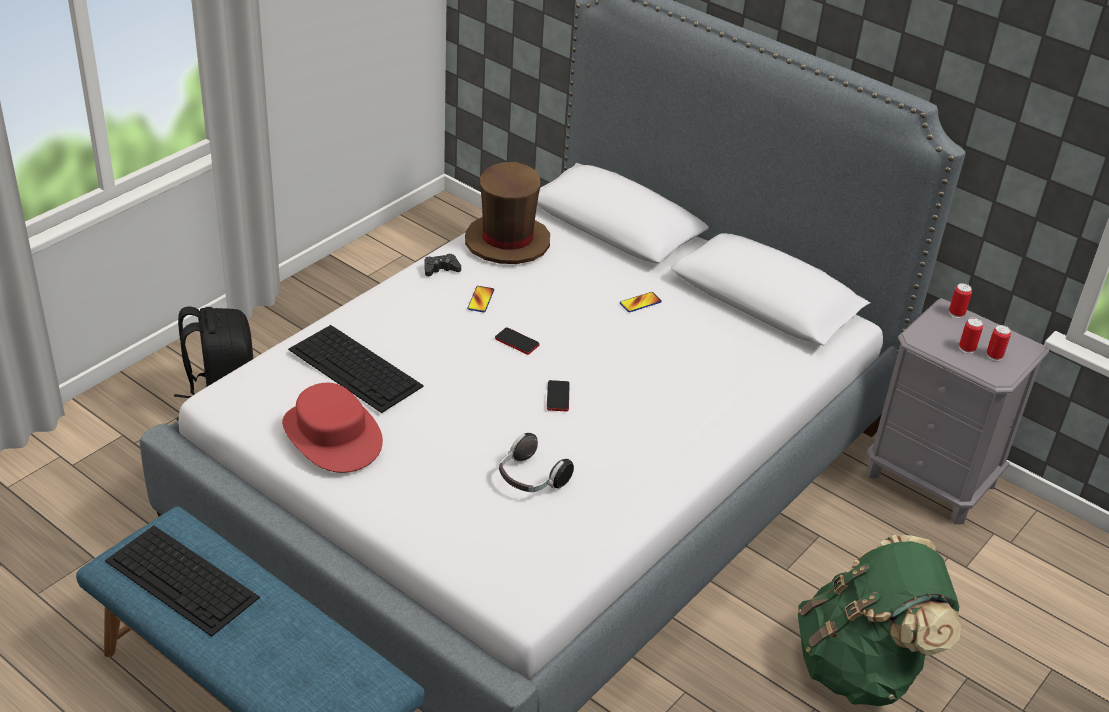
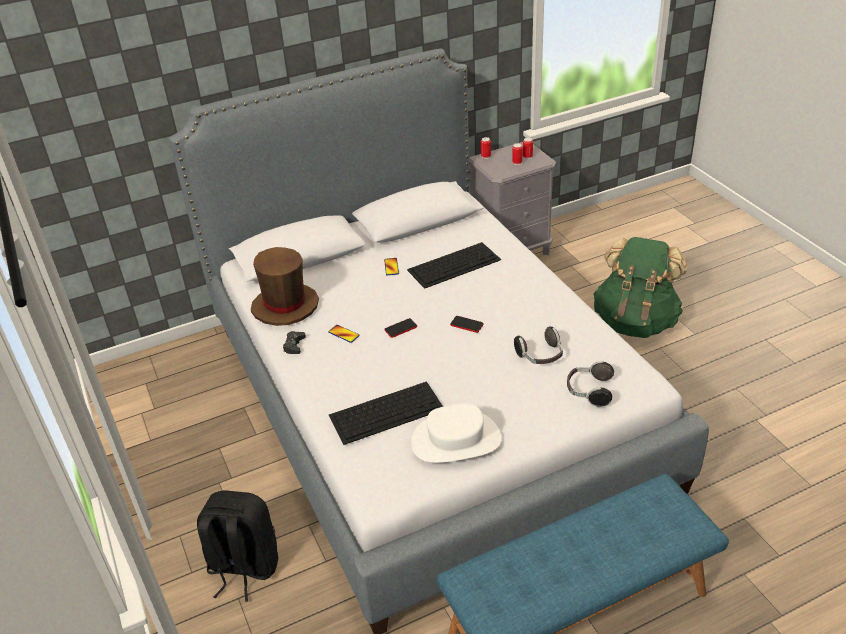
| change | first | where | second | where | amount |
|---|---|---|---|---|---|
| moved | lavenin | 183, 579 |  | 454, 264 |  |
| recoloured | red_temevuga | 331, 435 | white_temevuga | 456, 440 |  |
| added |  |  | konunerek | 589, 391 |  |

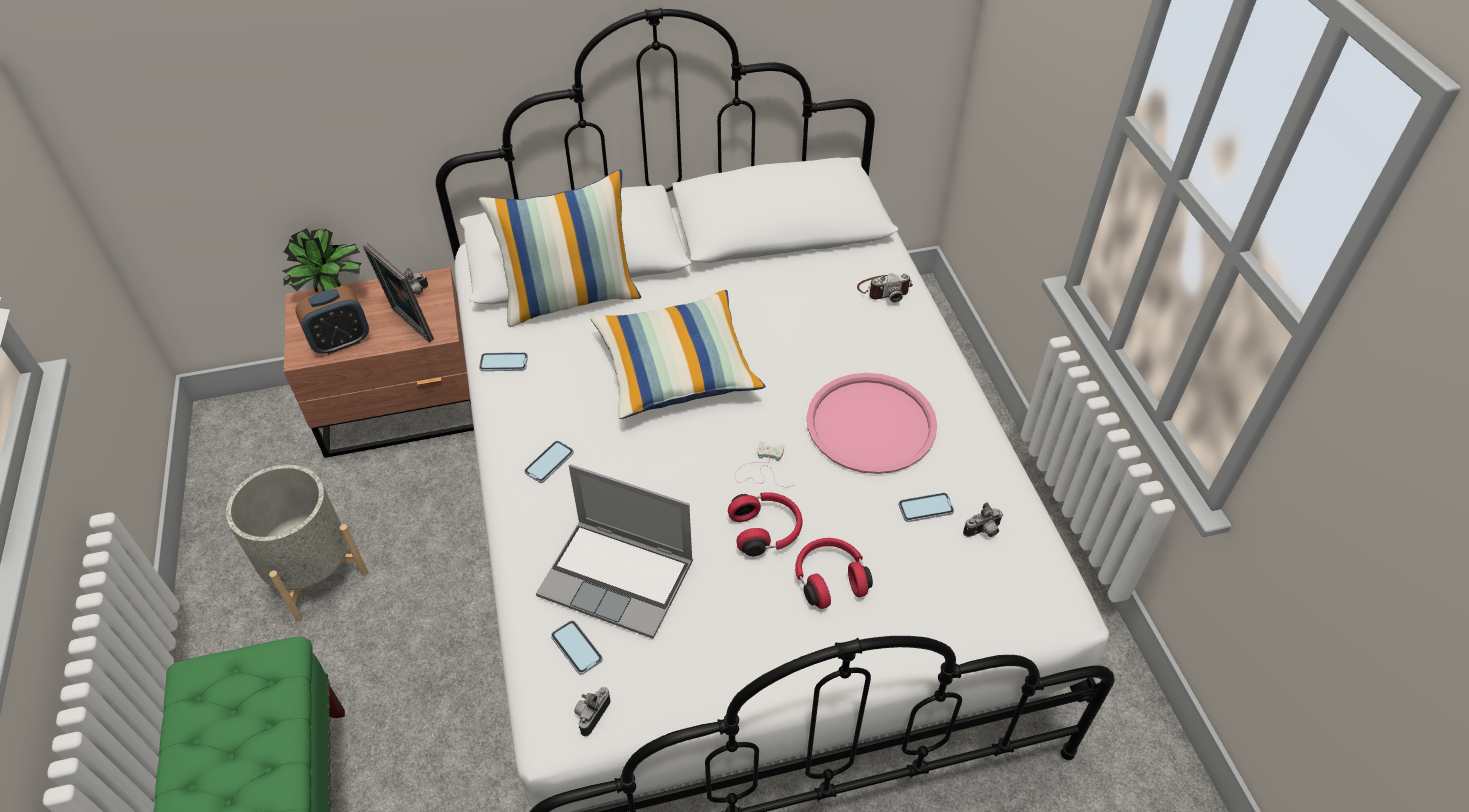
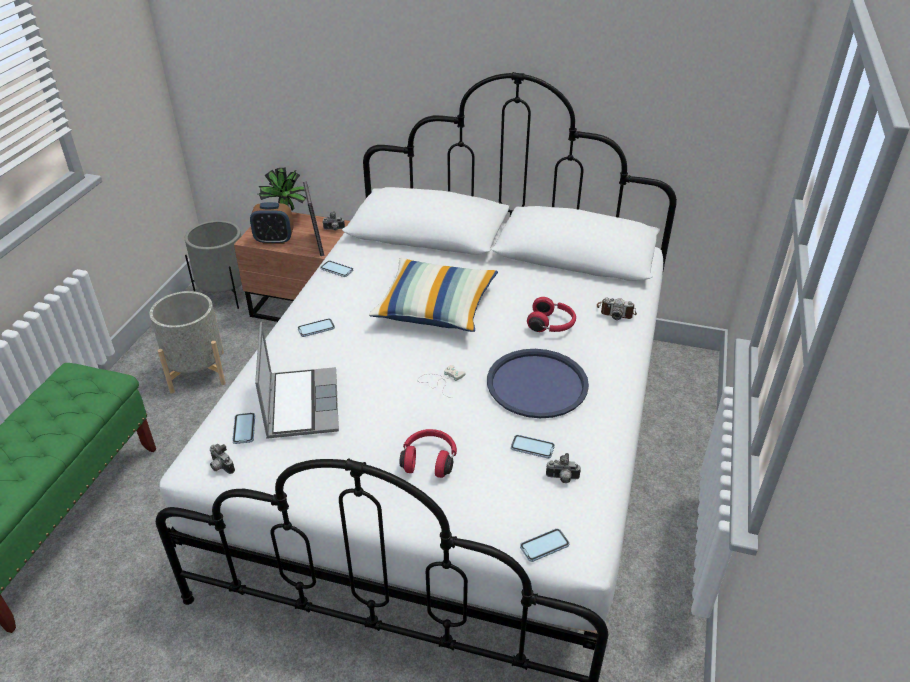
| change | first | where | second | where | amount |
|---|---|---|---|---|---|
| added |  |  | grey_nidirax | 225, 294 |  |
| turned | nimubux | 591, 714 |  | 220, 467 | 105 degrees counterclockwise |
| turned | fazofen | 619, 578 |  | 301, 404 | 150 degrees counterclockwise |
| recoloured | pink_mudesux | 871, 424 | blue_mudesux | 537, 384 |  |
| added |  |  | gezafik | 544, 546 |  |
| moved | red_konunerek | 766, 530 |  | 551, 325 |  |
| removed | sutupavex | 571, 298 |  |  |  |

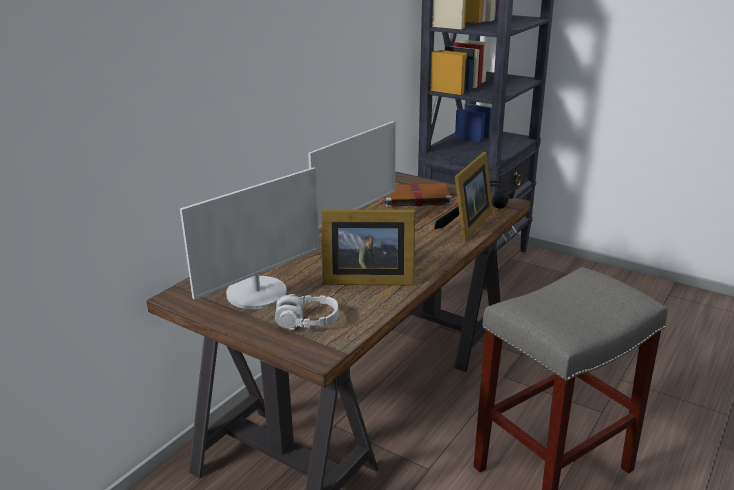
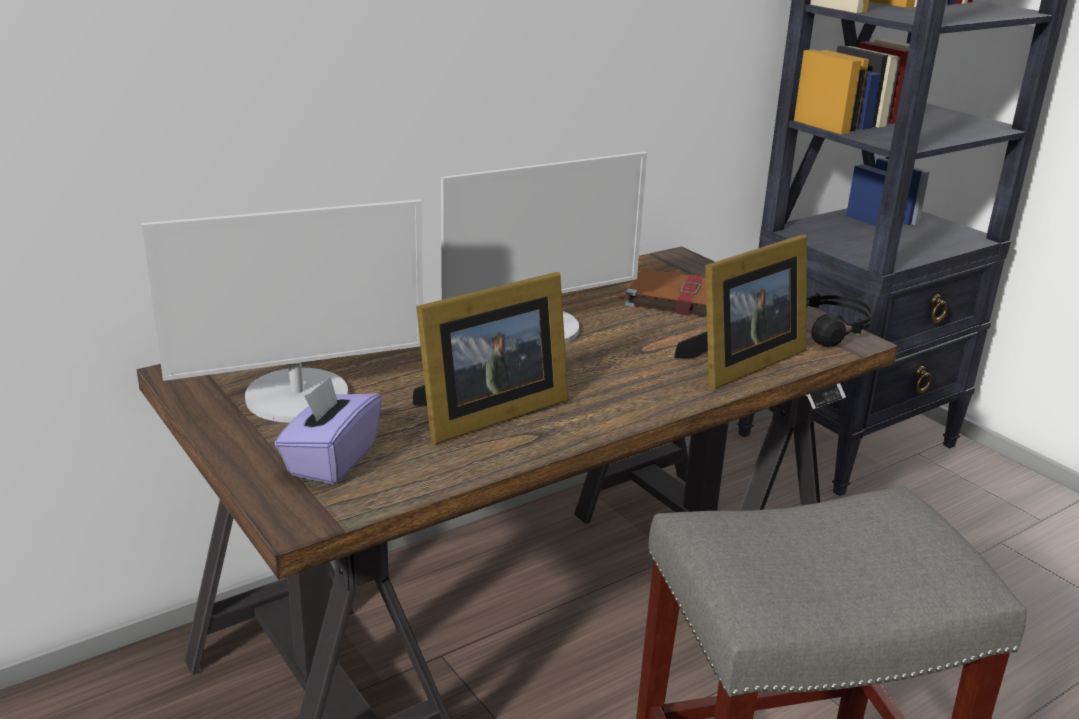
| change | first | where | second | where | amount |
|---|---|---|---|---|---|
| replaced | grey_konunerek | 307, 321 | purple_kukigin | 331, 460 |  |
| turned | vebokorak | 365, 279 |  | 485, 414 | 60 degrees counterclockwise |

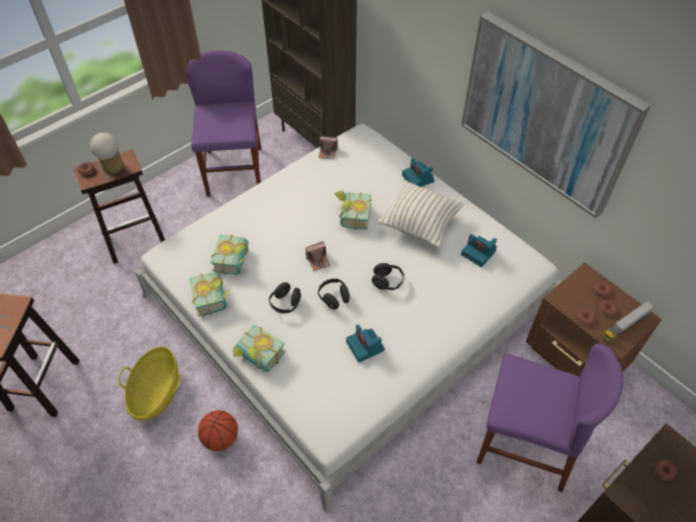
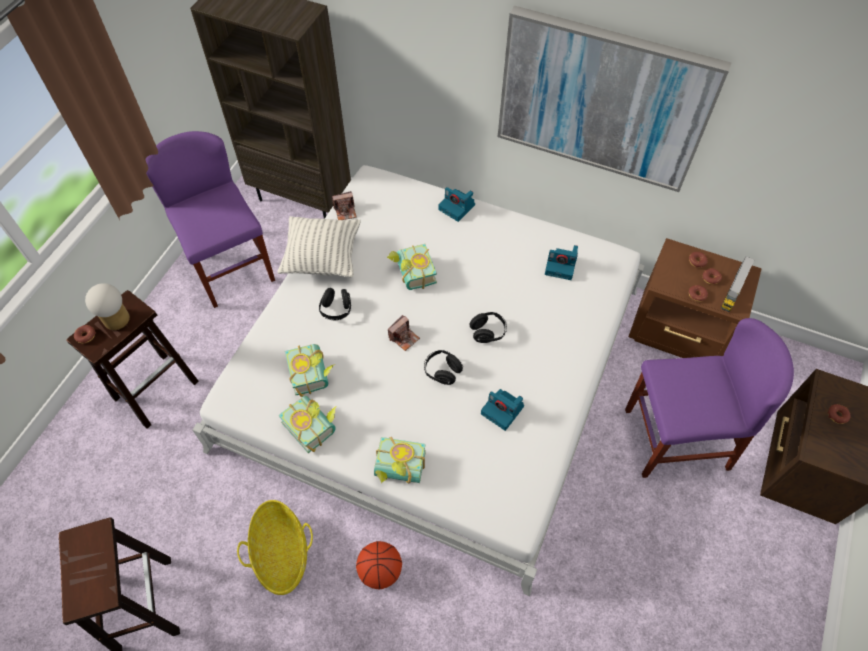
| change | first | where | second | where | amount |
|---|---|---|---|---|---|
| moved | sutupavex | 420, 224 |  | 323, 258 |  |
| moved | black_konunerek | 285, 304 |  | 336, 310 |  |

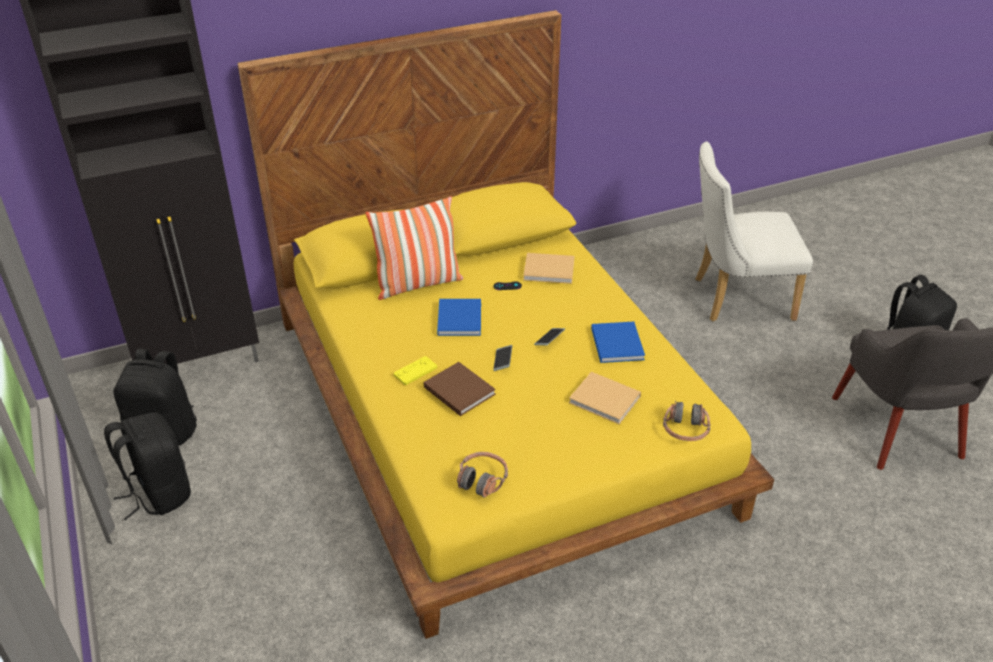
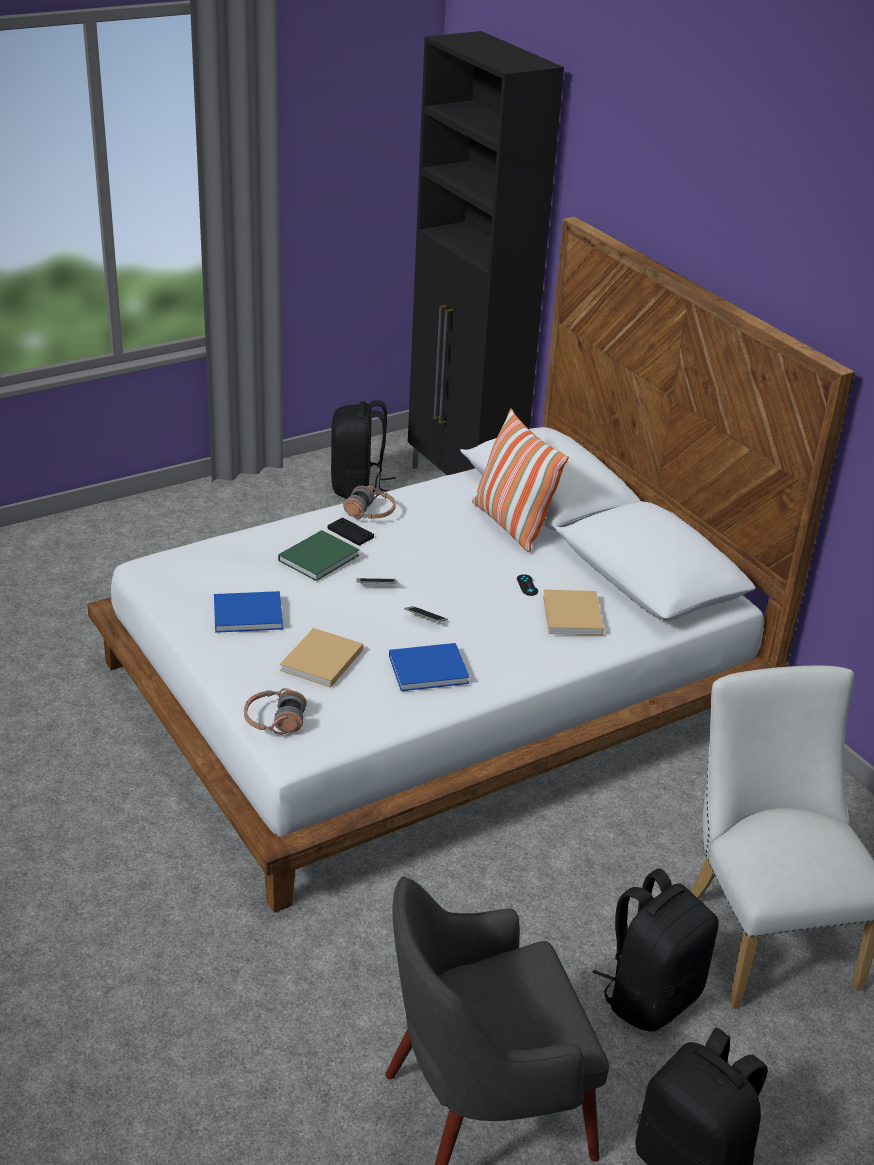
| change | first | where | second | where | amount |
|---|---|---|---|---|---|
| recoloured | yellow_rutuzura | 497, 411 | white_rutuzura | 432, 691 |  |
| moved | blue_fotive | 459, 318 |  | 250, 614 |  |
| recoloured | brown_fotive | 458, 389 | green_fotive | 320, 557 |  |
| recoloured | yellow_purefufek | 415, 371 | black_purefufek | 350, 532 |  |
| moved | konunerek | 482, 480 |  | 370, 513 |  |
| moved | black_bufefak | 158, 493 |  | 650, 995 |  |

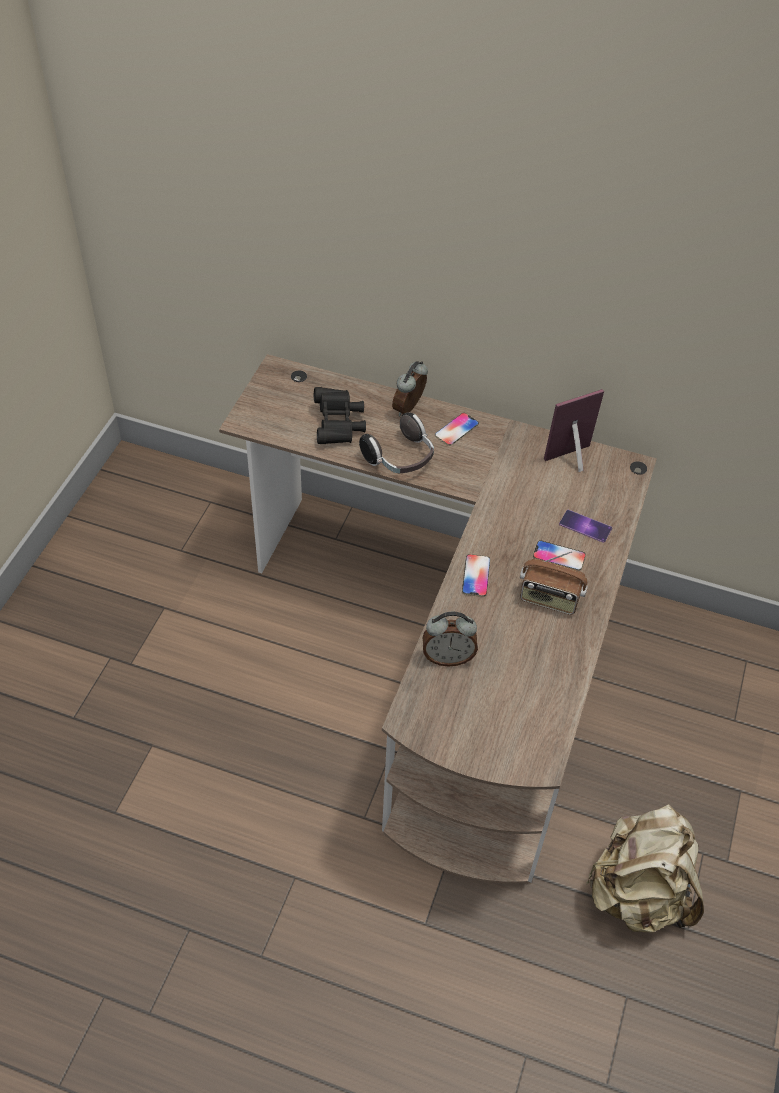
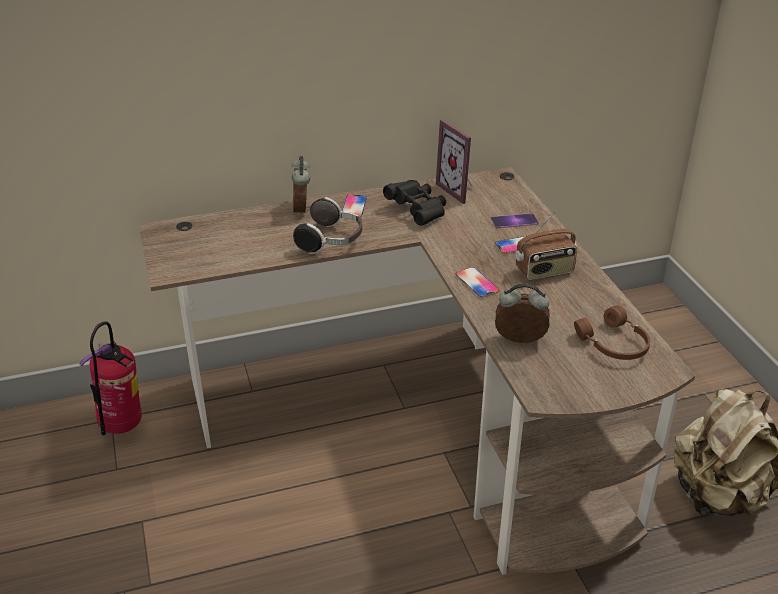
| change | first | where | second | where | amount |
|---|---|---|---|---|---|
| added |  |  | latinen | 122, 427 |  |
| moved | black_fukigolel | 338, 425 |  | 418, 211 |  |
| turned | vebokorak | 573, 461 |  | 460, 190 | 60 degrees counterclockwise |
| turned | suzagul | 448, 657 |  | 520, 341 | 135 degrees counterclockwise |
| added |  |  | brown_konunerek | 613, 344 |  |

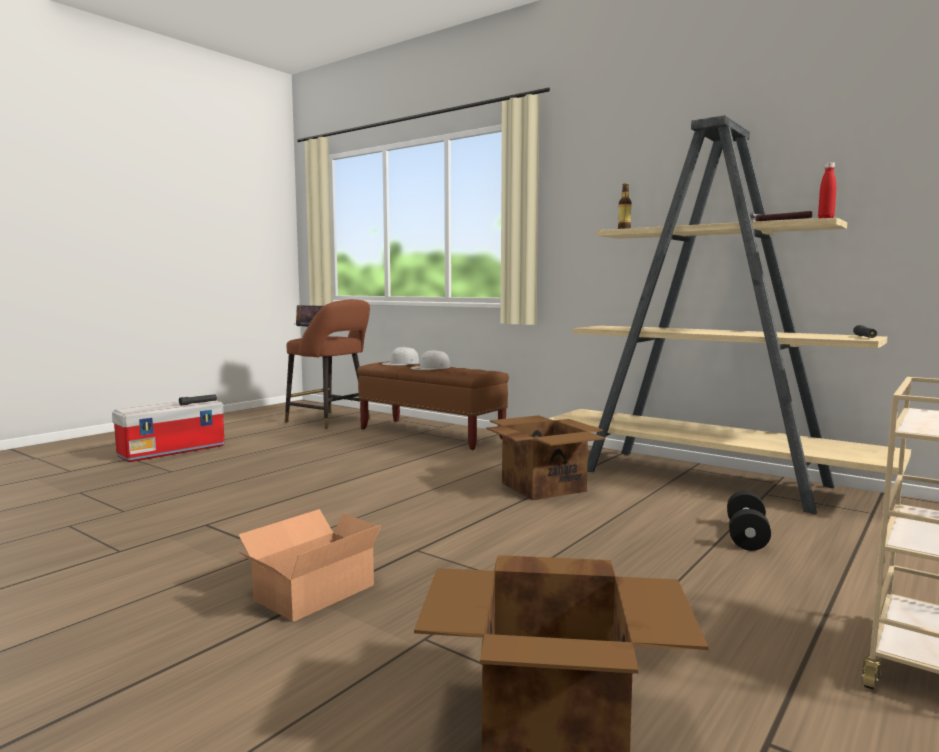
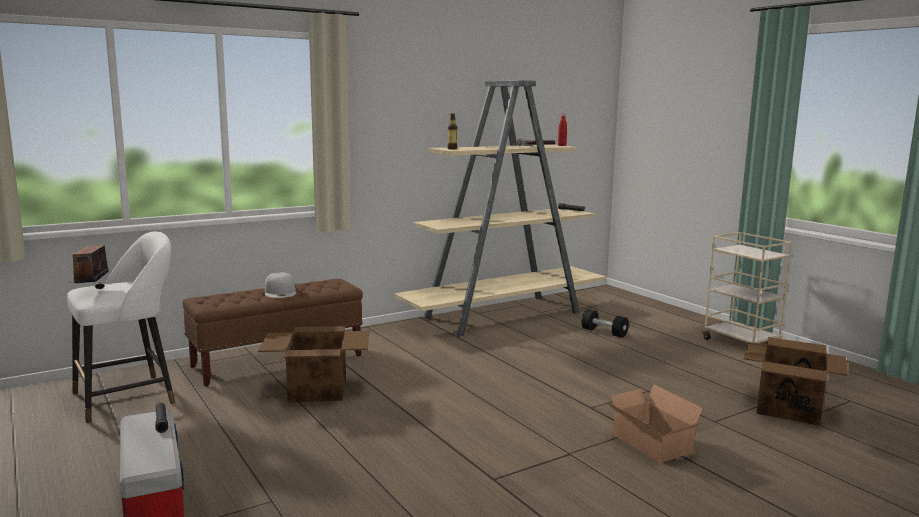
| change | first | where | second | where | amount |
|---|---|---|---|---|---|
| recoloured | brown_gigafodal | 331, 421 | white_gigafodal | 130, 397 |  |
| moved | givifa | 543, 486 |  | 316, 390 |  |
| removed | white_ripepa | 400, 363 |  |  |  |

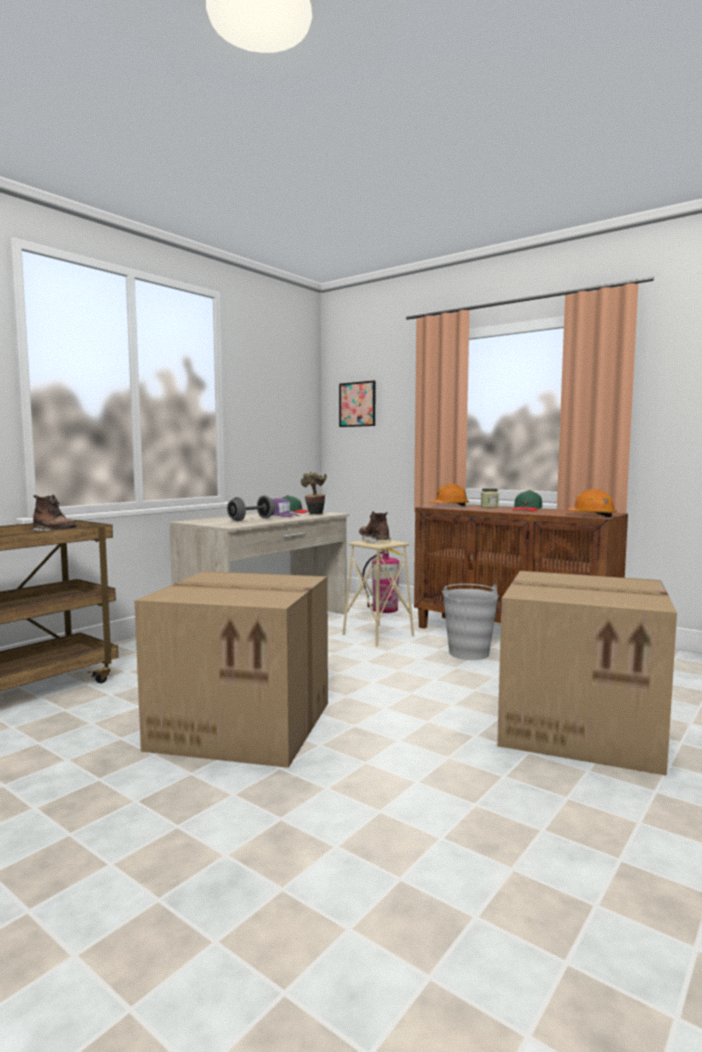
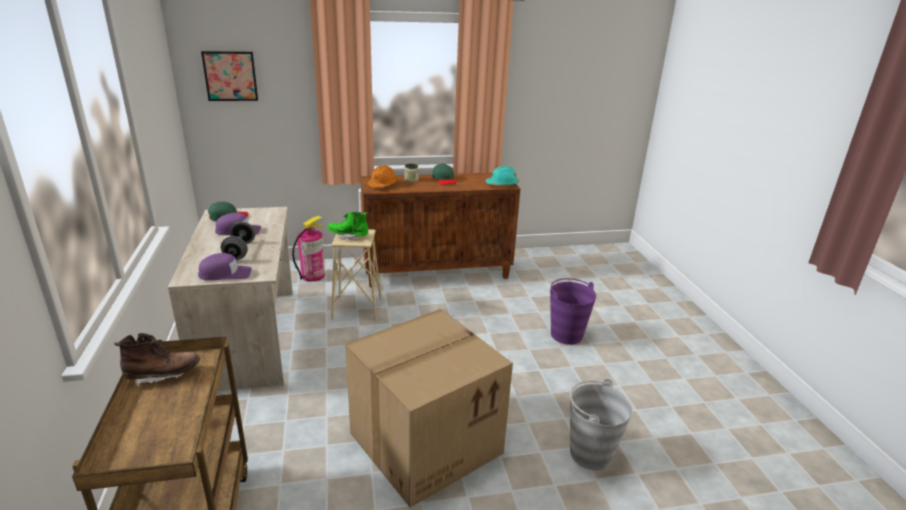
| change | first | where | second | where | amount |
|---|---|---|---|---|---|
| added |  |  | purple_ripepa | 225, 274 |  |
| recoloured | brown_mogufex | 374, 541 | green_mogufex | 348, 236 |  |
| recoloured | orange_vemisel | 591, 516 | turquoise_vemisel | 502, 184 |  |
| replaced | givifa | 582, 727 | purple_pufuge | 566, 335 |  |
| moved | grey_pufuge | 468, 653 |  | 590, 453 |  |
| removed | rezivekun | 314, 515 |  |  |  |

